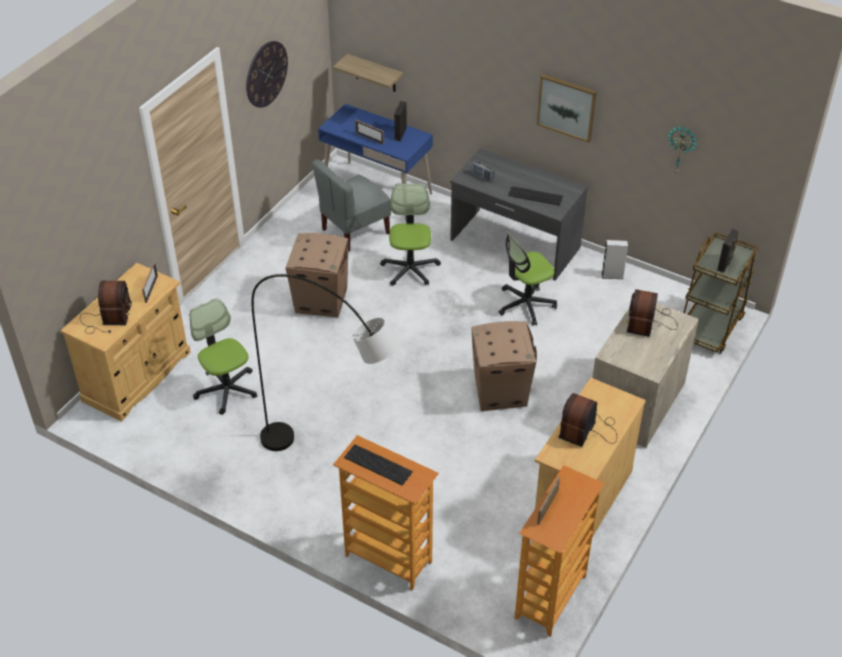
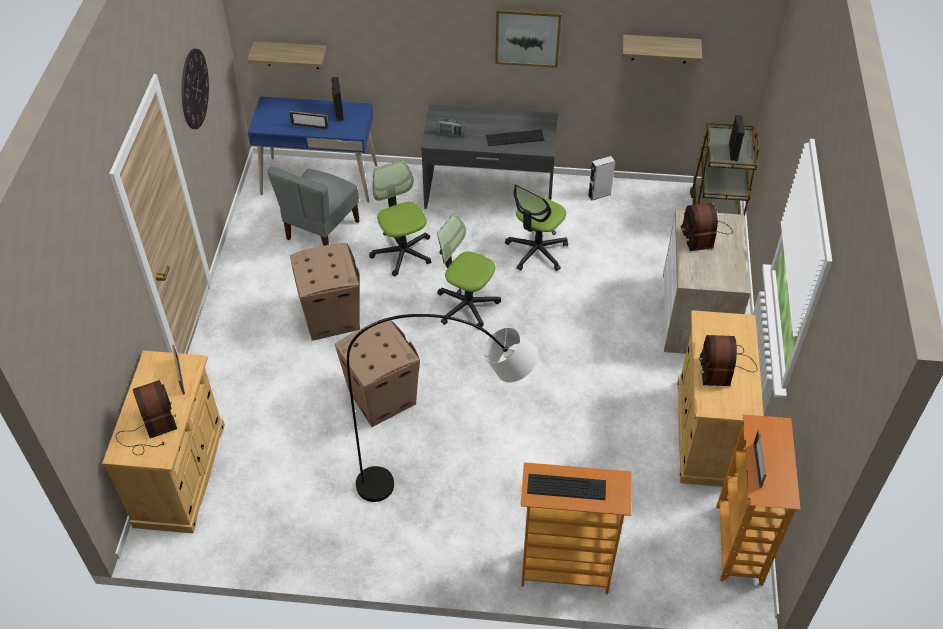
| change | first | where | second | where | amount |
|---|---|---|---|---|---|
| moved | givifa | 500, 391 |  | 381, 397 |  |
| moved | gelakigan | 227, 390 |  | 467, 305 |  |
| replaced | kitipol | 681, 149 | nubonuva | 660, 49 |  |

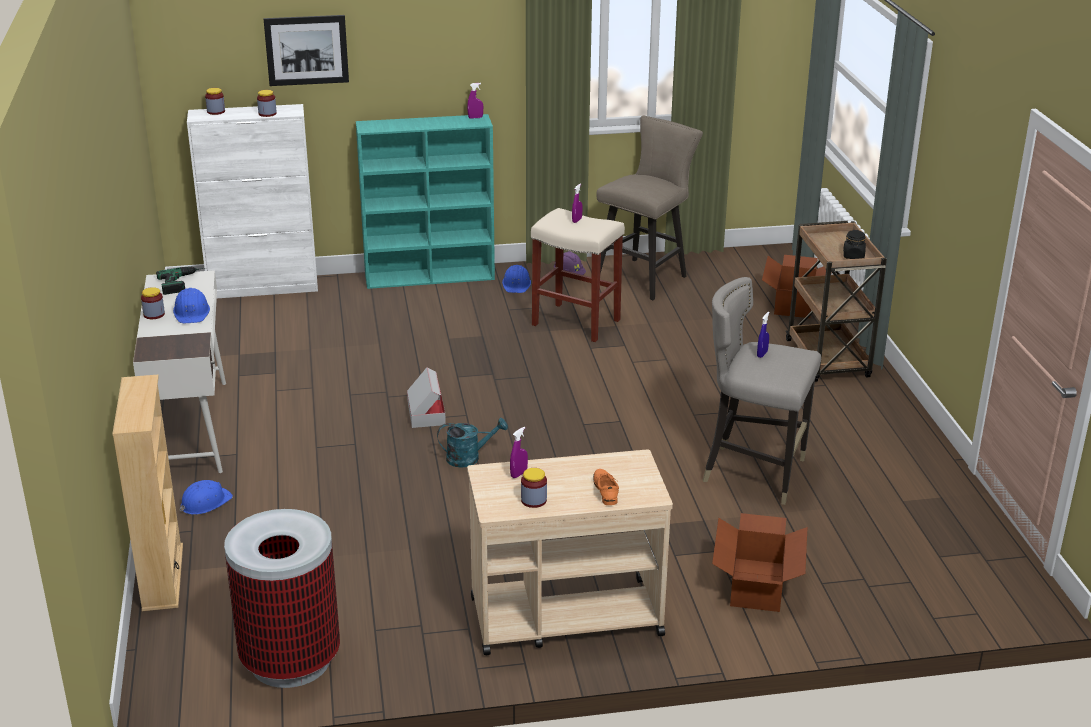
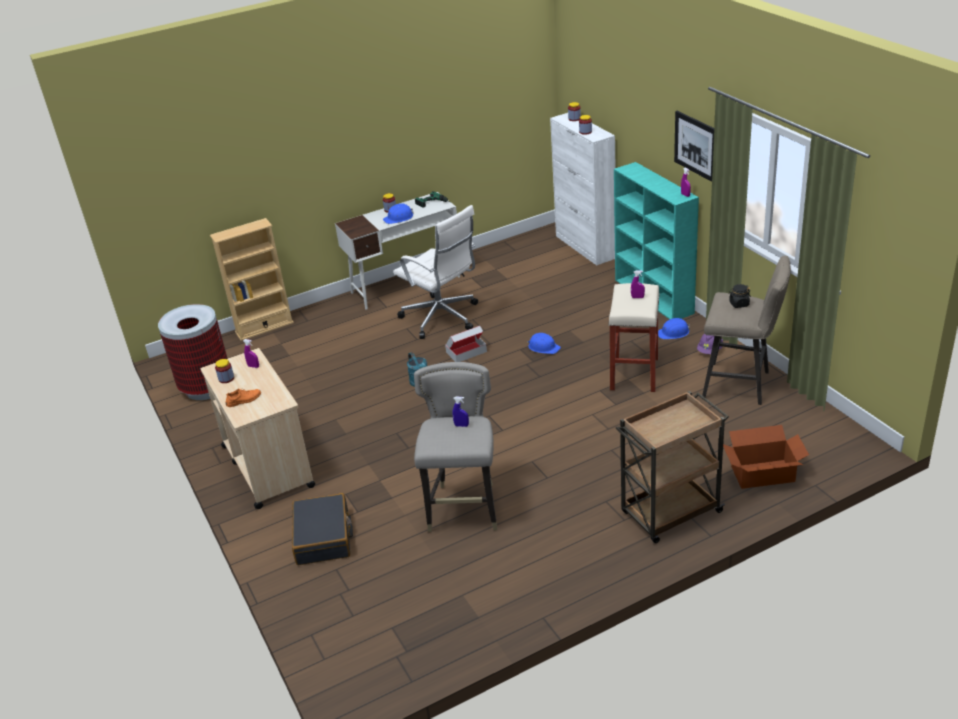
| change | first | where | second | where | amount |
|---|---|---|---|---|---|
| replaced | givifa | 755, 585 | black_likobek | 323, 537 |  |
| added |  |  | white_gelakigan | 442, 318 |  |
| moved | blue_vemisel | 205, 502 |  | 543, 347 |  |
| moved | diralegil | 306, 50 |  | 696, 146 |  |
| moved | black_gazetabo | 853, 256 |  | 739, 304 |  |

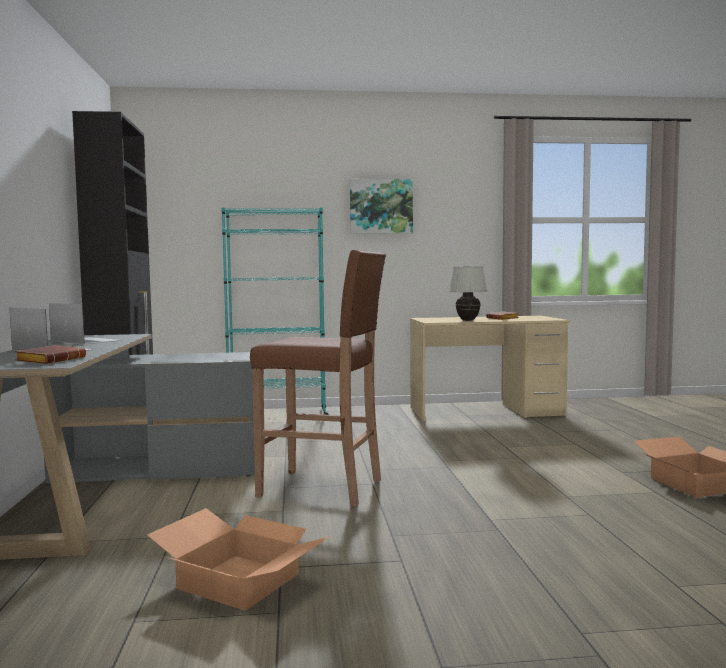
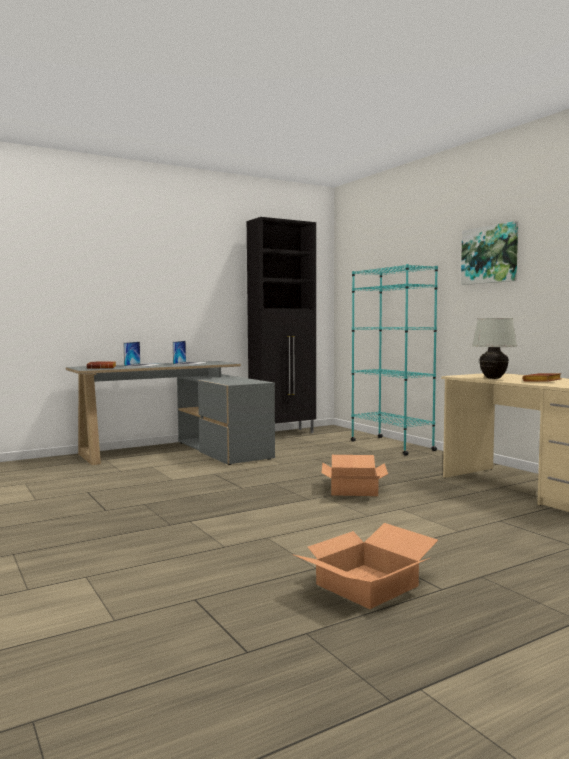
| change | first | where | second | where | amount |
|---|---|---|---|---|---|
| moved | givifa | 236, 581 |  | 353, 489 |  |
| removed | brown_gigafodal | 323, 488 |  |  |  |

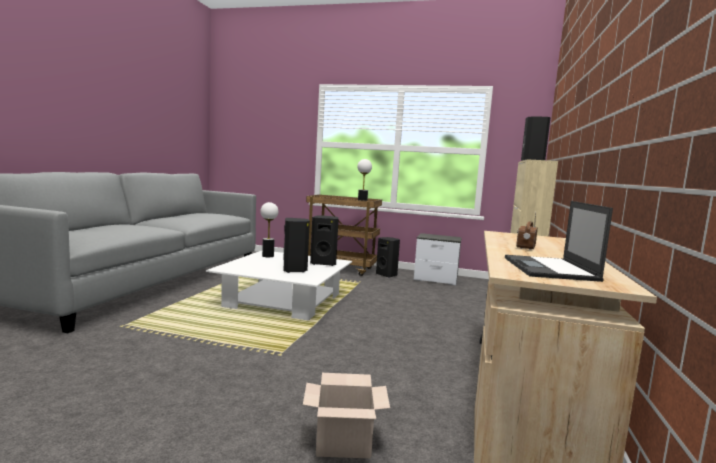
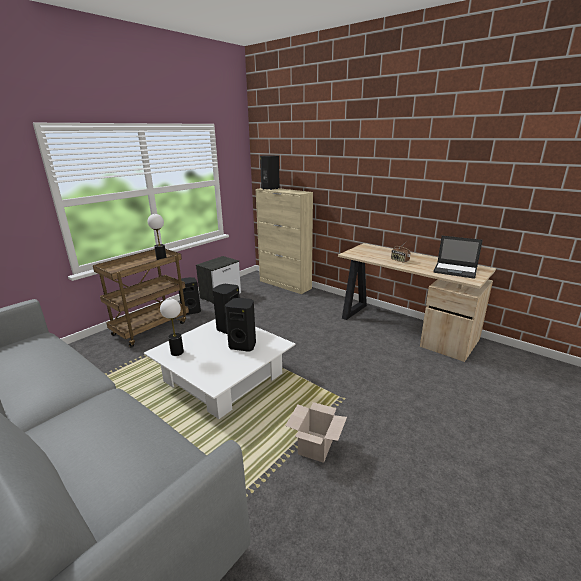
| change | first | where | second | where | amount |
|---|---|---|---|---|---|
| moved | givifa | 345, 442 |  | 315, 445 |  |

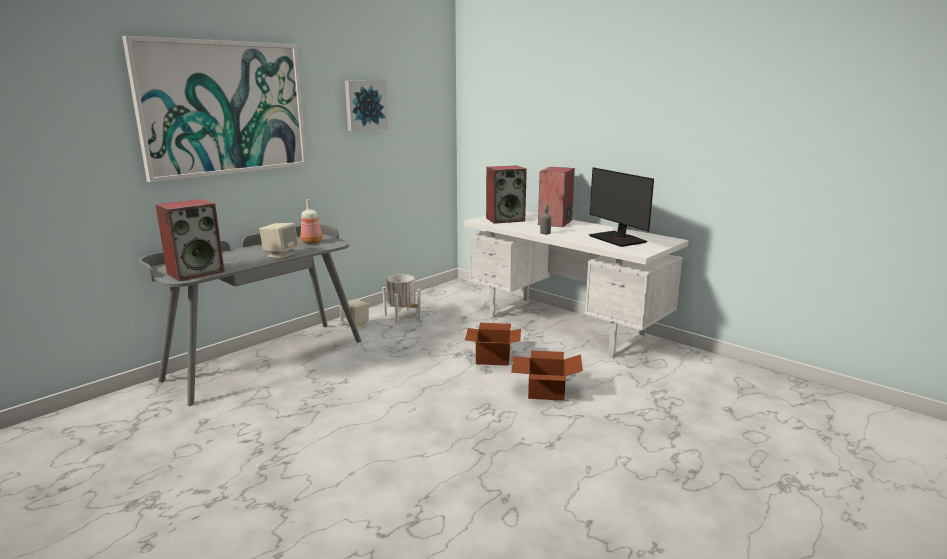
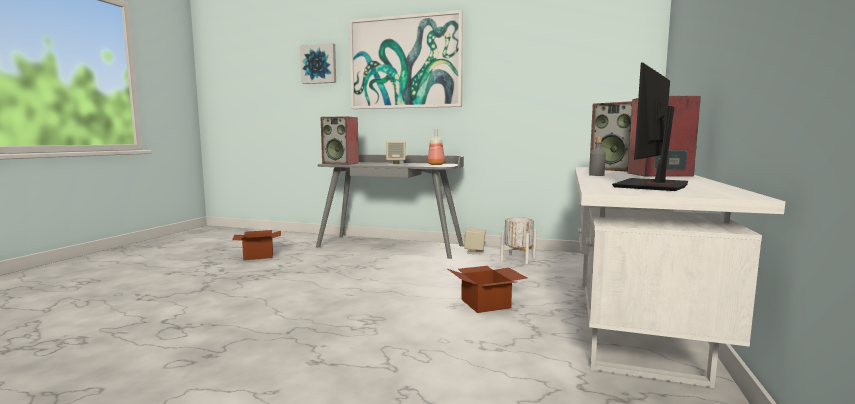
| change | first | where | second | where | amount |
|---|---|---|---|---|---|
| moved | givifa | 544, 390 |  | 259, 255 |  |
| moved | diralegil | 365, 105 |  | 319, 64 |  |

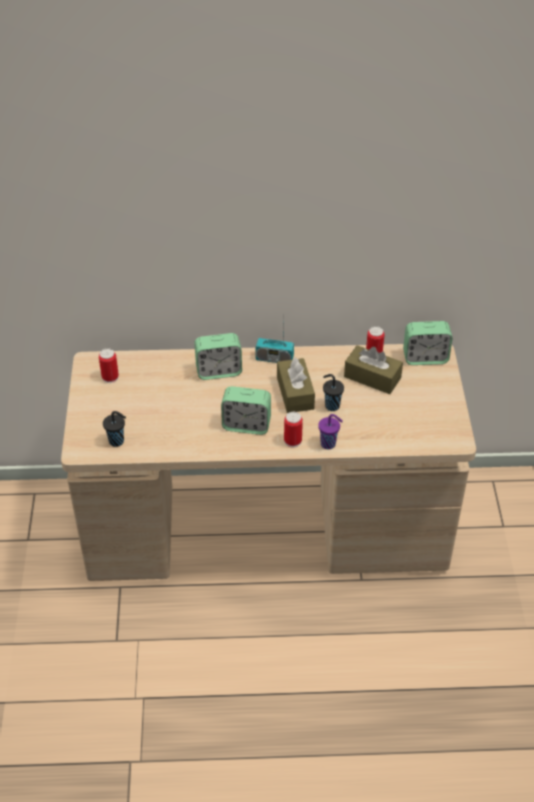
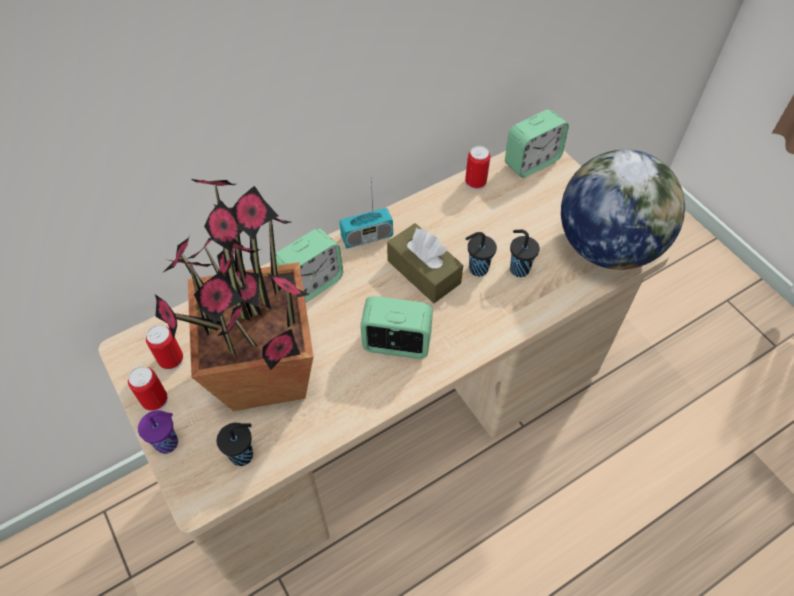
| change | first | where | second | where | amount |
|---|---|---|---|---|---|
| moved | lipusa | 292, 441 |  | 155, 400 |  |
| moved | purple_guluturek | 329, 444 |  | 168, 443 |  |
| added |  |  | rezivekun | 264, 374 |  |
| turned | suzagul | 246, 425 |  | 396, 344 | 150 degrees counterclockwise |
| added |  |  | black_guluturek | 518, 269 |  |
| added |  |  | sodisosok | 606, 246 |  |
| removed | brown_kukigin | 372, 377 |  |  |  |

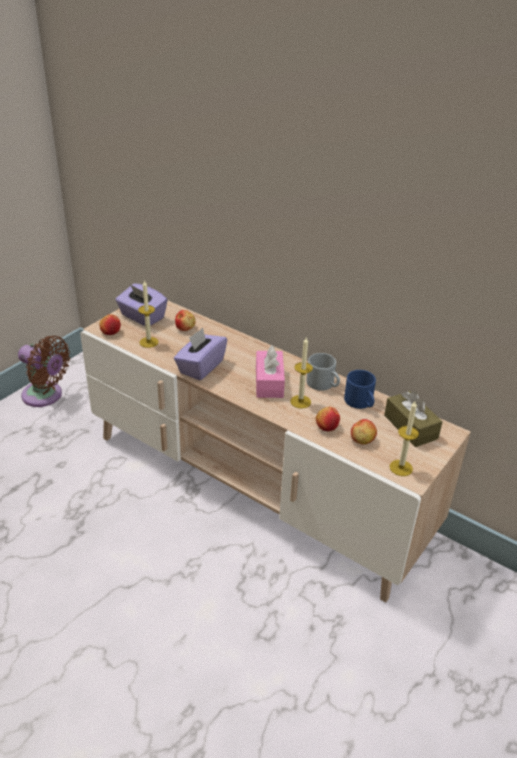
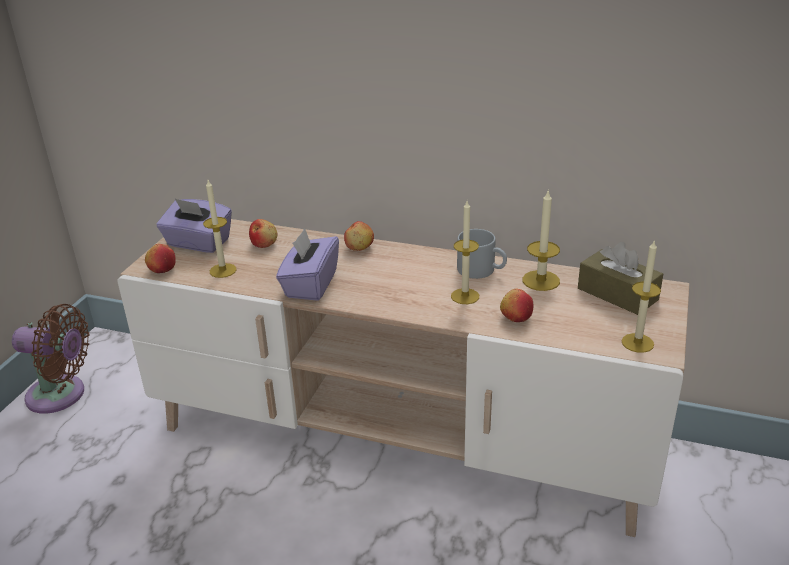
| change | first | where | second | where | amount |
|---|---|---|---|---|---|
| moved | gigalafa | 362, 440 |  | 359, 247 |  |
| replaced | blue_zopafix | 361, 402 | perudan | 541, 280 |  |
| removed | pink_kukigin | 269, 382 |  |  |  |

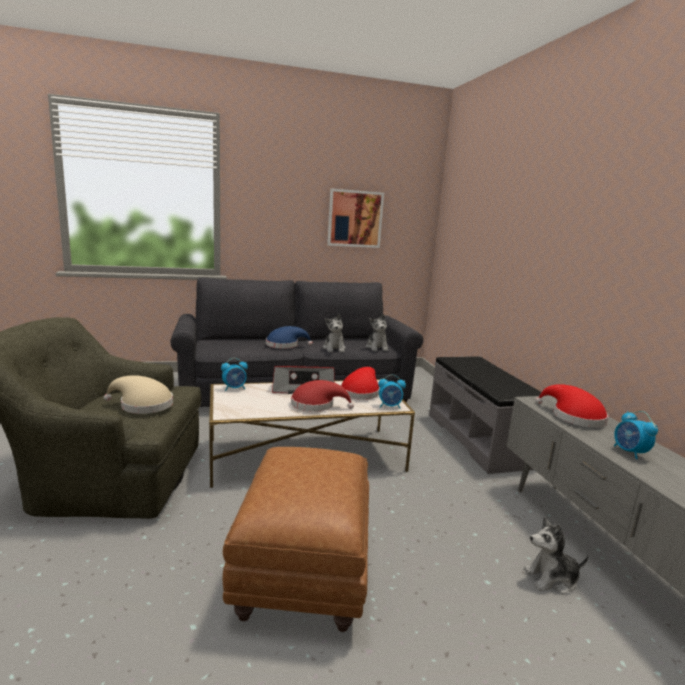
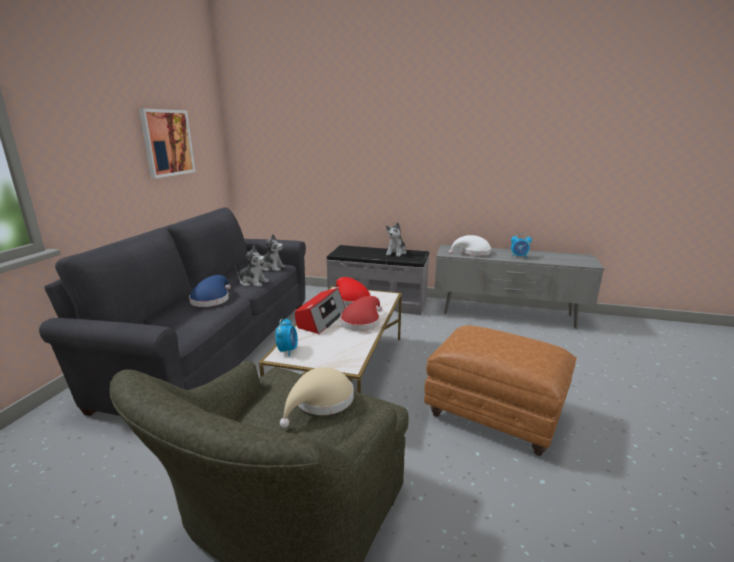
| change | first | where | second | where | amount |
|---|---|---|---|---|---|
| moved | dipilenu | 552, 579 |  | 396, 253 |  |
| recoloured | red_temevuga | 573, 417 | white_temevuga | 473, 253 |  |
| removed | suzagul | 390, 406 |  |  |  |

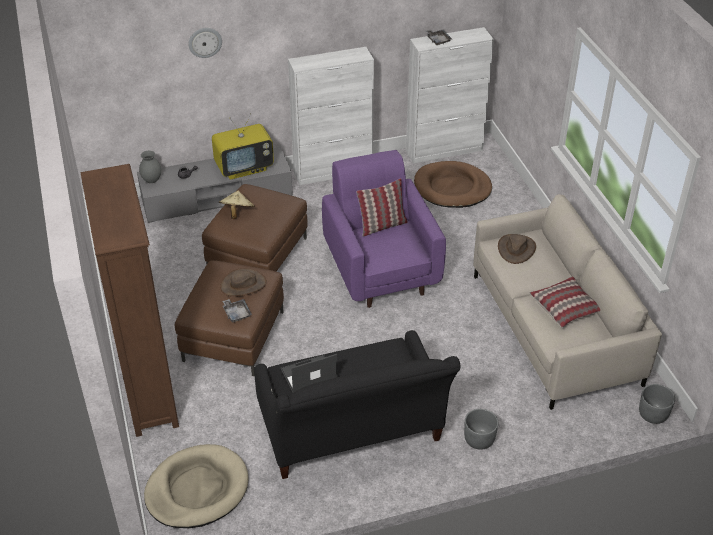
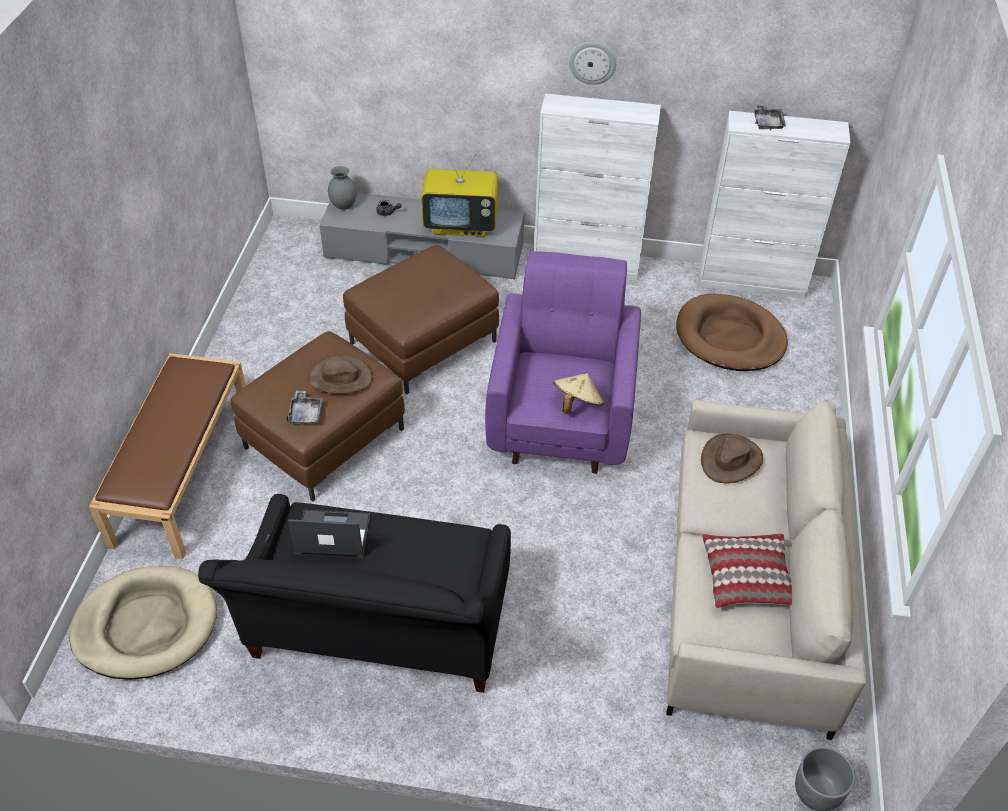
| change | first | where | second | where | amount |
|---|---|---|---|---|---|
| replaced | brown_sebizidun | 149, 390 | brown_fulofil | 182, 471 |  |
| moved | beige_temevuga | 237, 213 |  | 577, 404 |  |
| moved | kitipol | 205, 42 |  | 592, 62 |  |
| removed | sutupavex | 382, 226 |  |  |  |
| removed | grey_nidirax | 479, 440 |  |  |  |

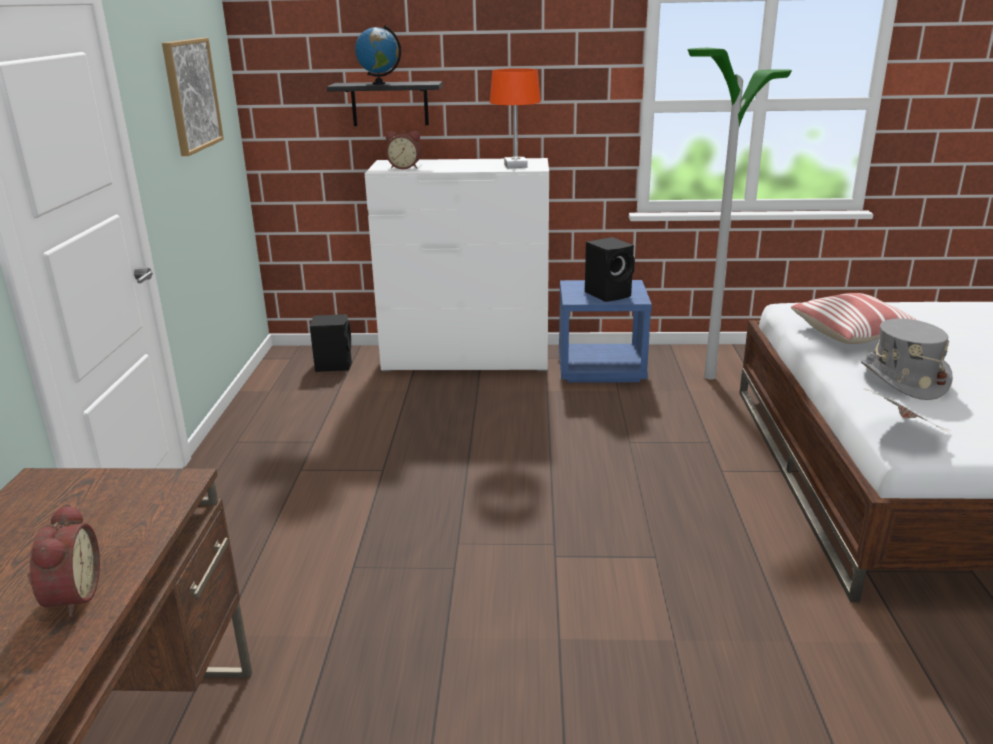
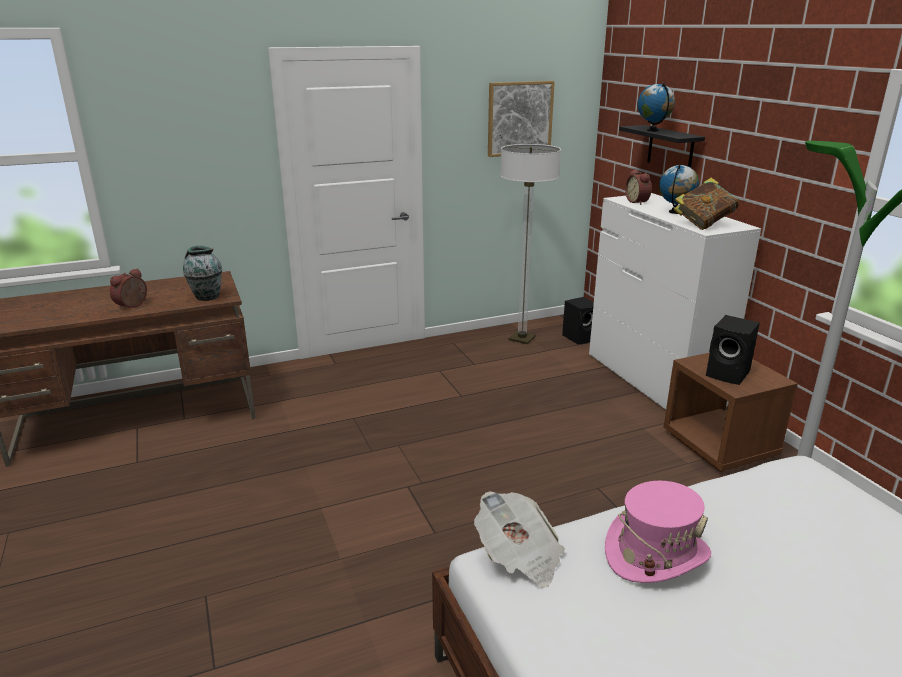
| change | first | where | second | where | amount |
|---|---|---|---|---|---|
| turned | suzagul | 69, 596 |  | 133, 306 | 150 degrees clockwise |
| added |  |  | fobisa | 206, 297 |  |
| added |  |  | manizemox | 522, 339 |  |
| recoloured | grey_temevuga | 903, 380 | pink_temevuga | 656, 553 |  |
| added |  |  | sodisosok | 675, 212 |  |
| recoloured | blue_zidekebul | 601, 369 | brown_zidekebul | 720, 445 |  |
| replaced | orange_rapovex | 515, 166 | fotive | 703, 224 |  |
| removed | sutupavex | 854, 334 |  |  |  |

